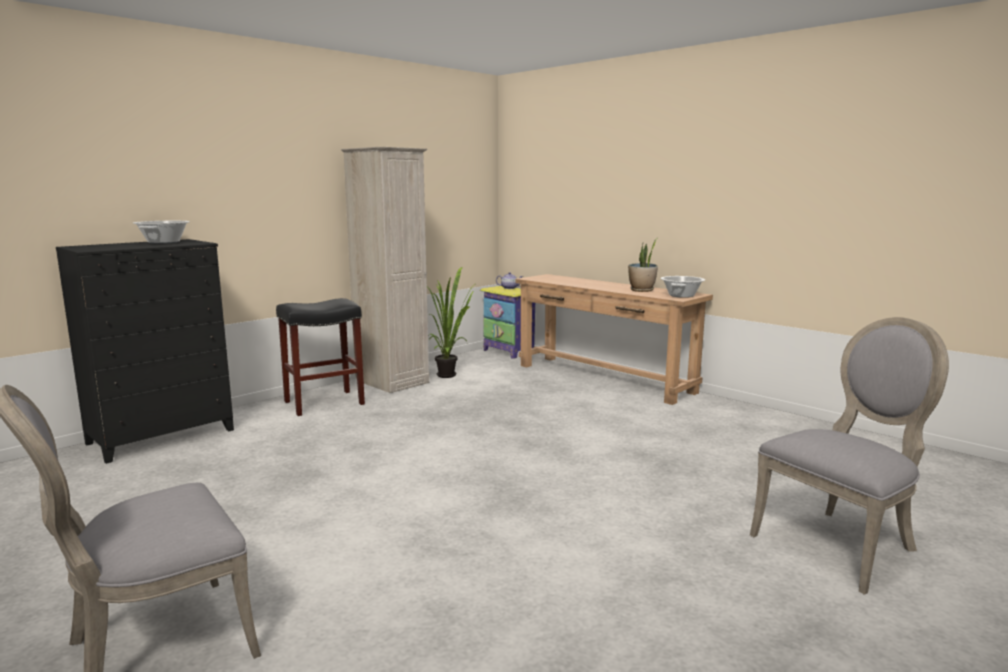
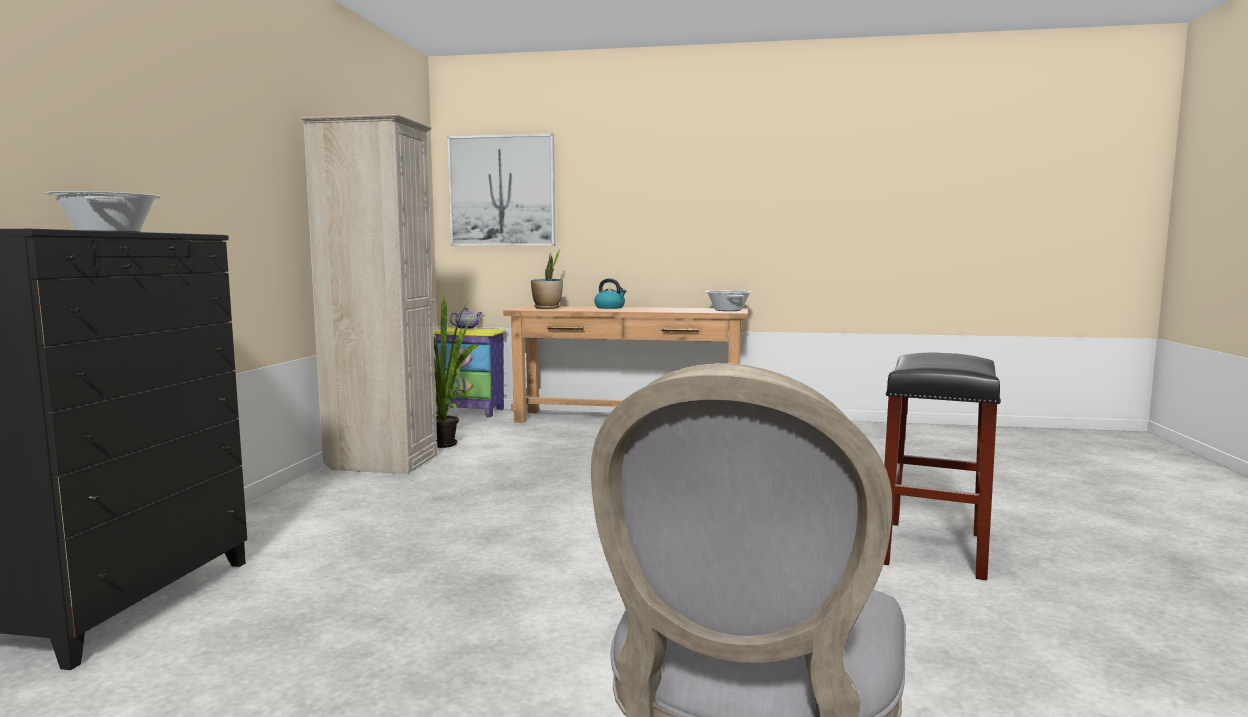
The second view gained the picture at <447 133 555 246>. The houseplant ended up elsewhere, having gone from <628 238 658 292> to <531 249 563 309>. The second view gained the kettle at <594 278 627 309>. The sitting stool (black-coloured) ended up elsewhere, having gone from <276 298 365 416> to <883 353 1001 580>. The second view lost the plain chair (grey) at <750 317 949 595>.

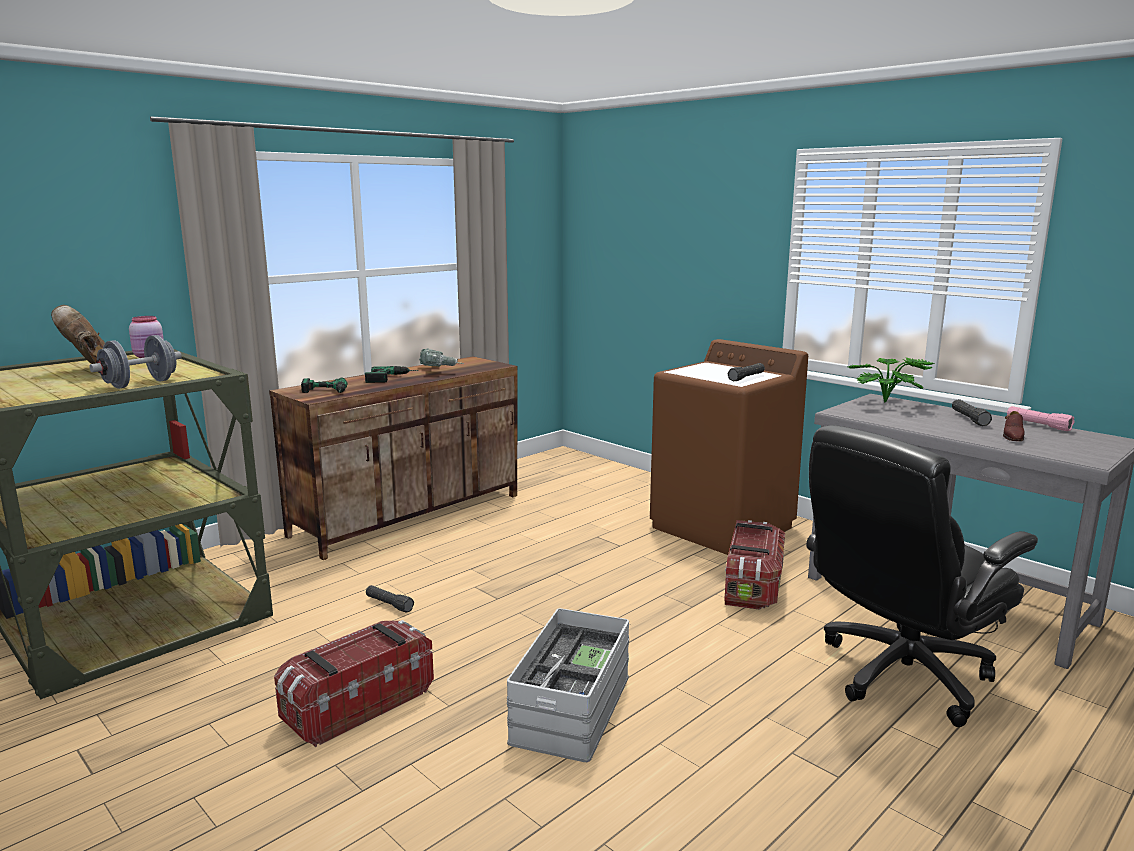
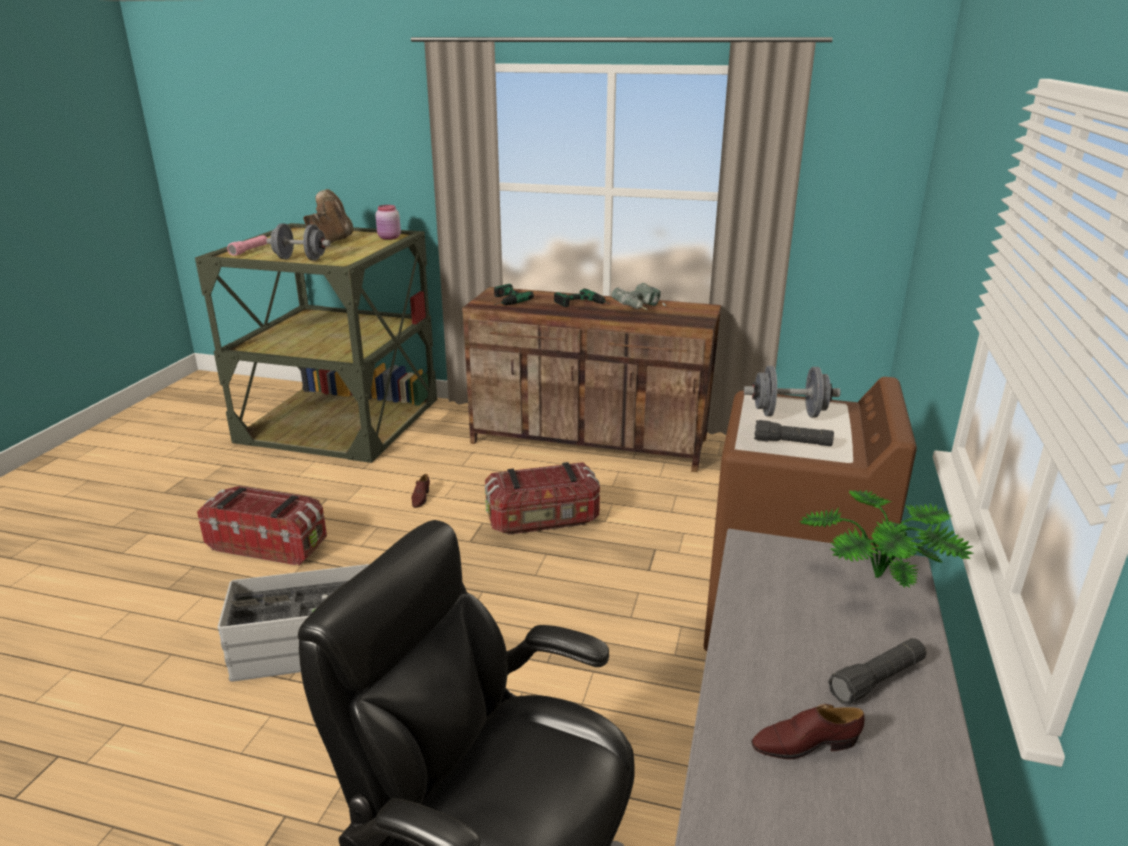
The hand torch (pink-coloured) ended up elsewhere, having gone from <1007 406 1075 431> to <227 235 267 256>. Where the hand torch (black-coloured) stood at <366 585 414 612>, the shoe (brownish) came to stand at <412 474 430 508>. The storage container ended up elsewhere, having gone from <724 520 785 610> to <485 462 600 535>. The second view gained the dumbbell (grey) at <744 366 841 417>.

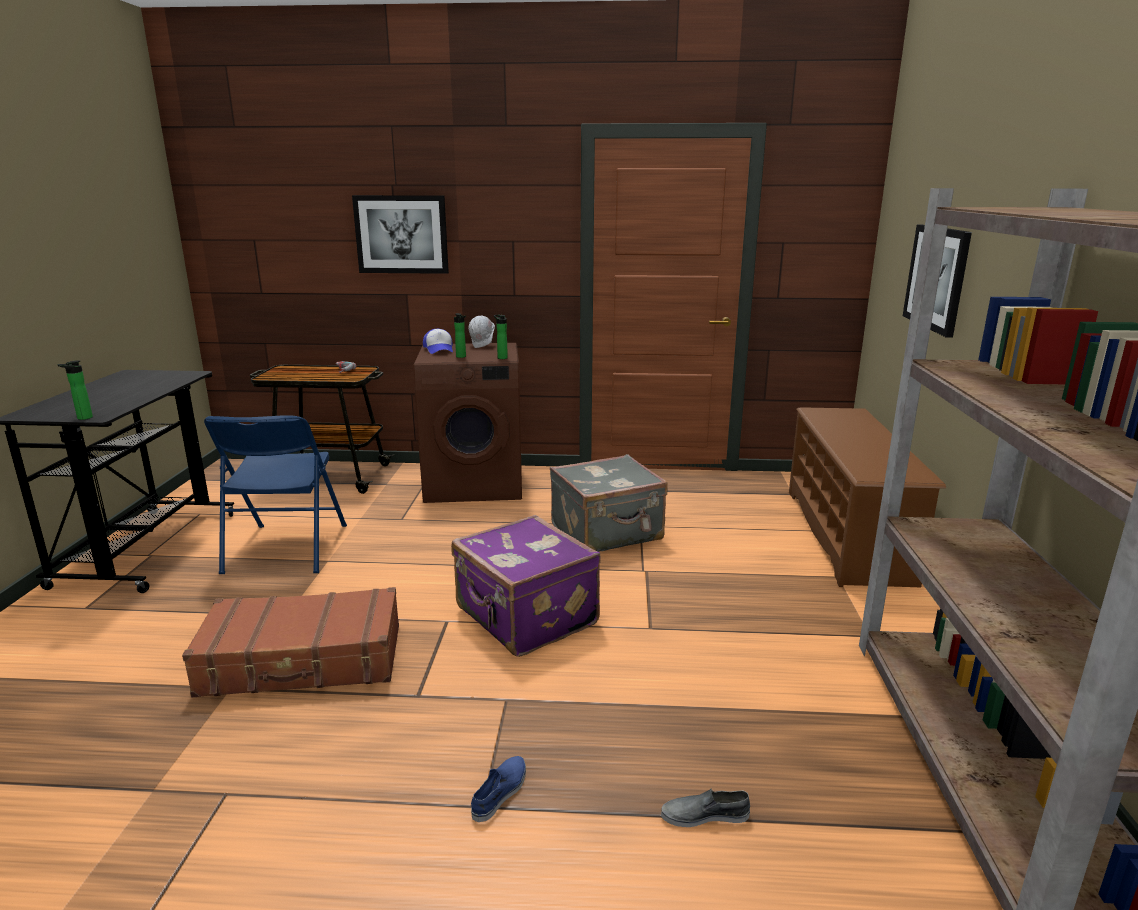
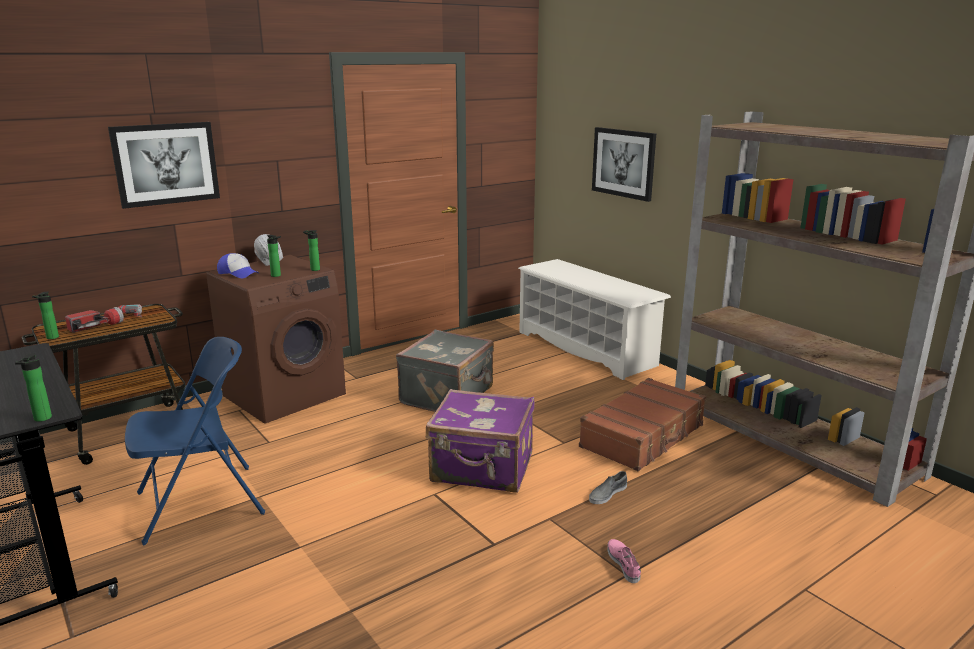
The second view gained the beverage bottle at <32 291 59 339>. The second view gained the hand torch at <65 307 124 333>. The plain chair (blue-coloured) at <204 415 347 574> ended up facing another way, 75 degrees counterclockwise from before. What was the shoe rack (brownish) at <789 407 946 587> turned into the shoe rack (whitish) at <518 259 671 380>. The suitcase (brownish) ended up elsewhere, having gone from <182 587 399 697> to <579 378 706 471>. The shoe (grey) ended up elsewhere, having gone from <661 789 750 827> to <589 471 627 504>. What was the shoe (blue-coloured) at <471 756 526 822> turned into the shoe (pink-coloured) at <607 539 641 583>.

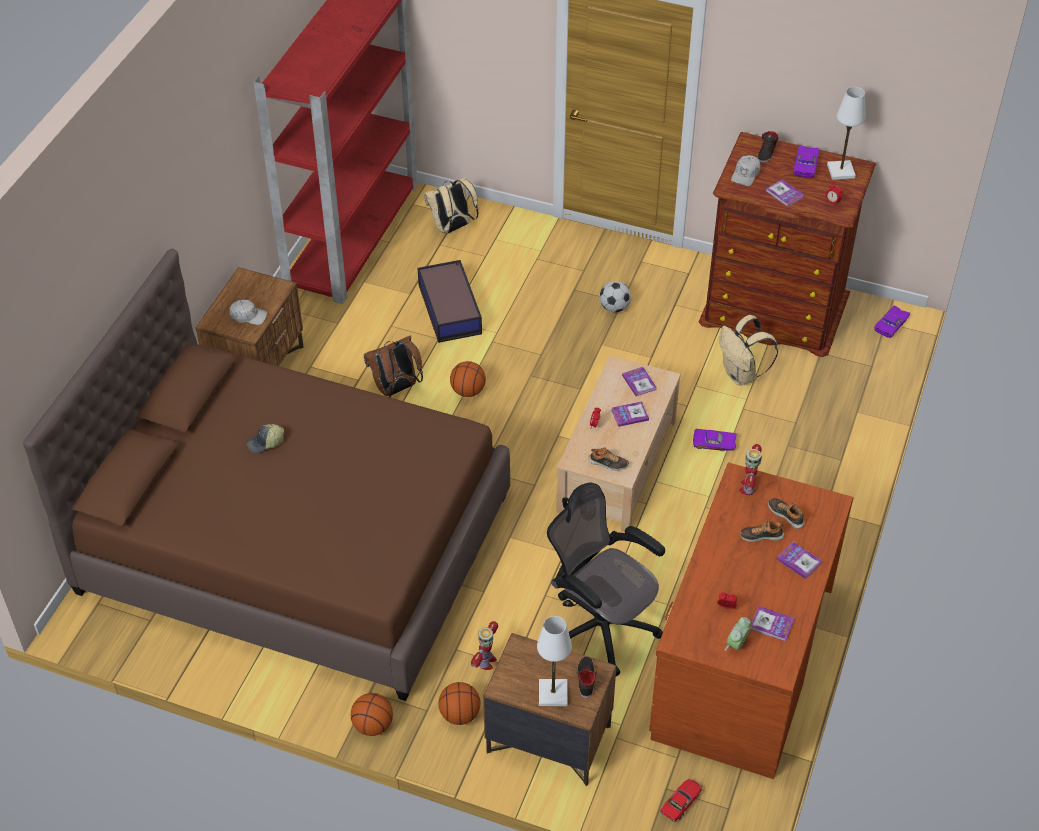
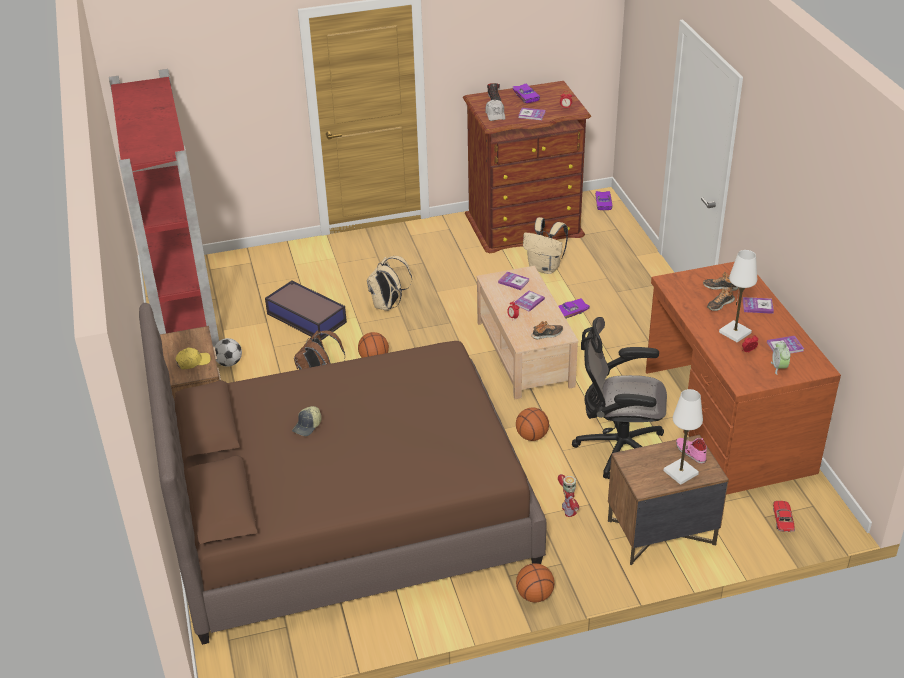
What was the peaked cap (whitish) at <229 300 267 325> turned into the peaked cap (yellowish) at <175 347 211 369>. The ball for football ended up elsewhere, having gone from <600 281 631 312> to <215 338 242 367>. The backpack (sand-coloured) ended up elsewhere, having gone from <424 177 479 234> to <367 256 412 311>. The basketball ball ended up elsewhere, having gone from <438 682 481 725> to <516 407 549 441>. What was the shoe (black-coloured) at <577 657 597 698> turned into the shoe (pink-coloured) at <676 438 707 464>. The table lamp (whitish) ended up elsewhere, having gone from <827 87 866 180> to <719 250 757 342>. The second view lost the toy robot at <739 444 762 495>.

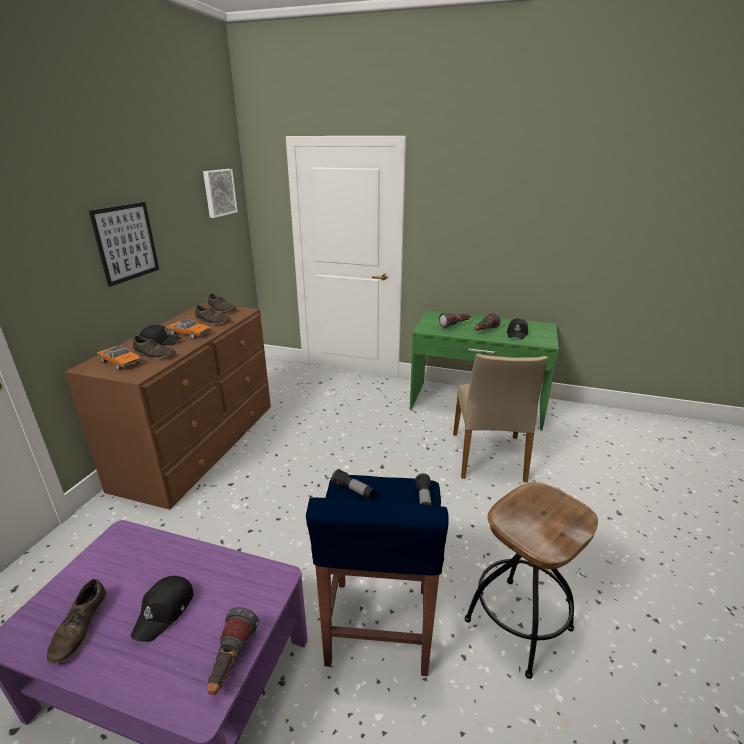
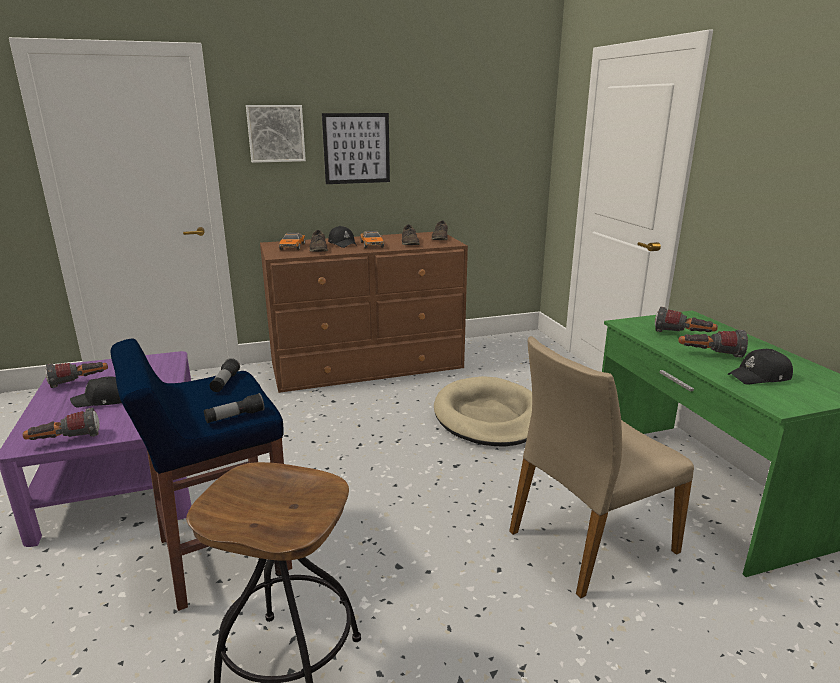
Where the shoe (brownish) stood at <46 579 107 664>, the hand torch came to stand at <45 362 108 388>. The picture ended up elsewhere, having gone from <203 169 238 218> to <246 105 306 163>. The second view gained the dog cushion (sand-coloured) at <434 376 532 446>.

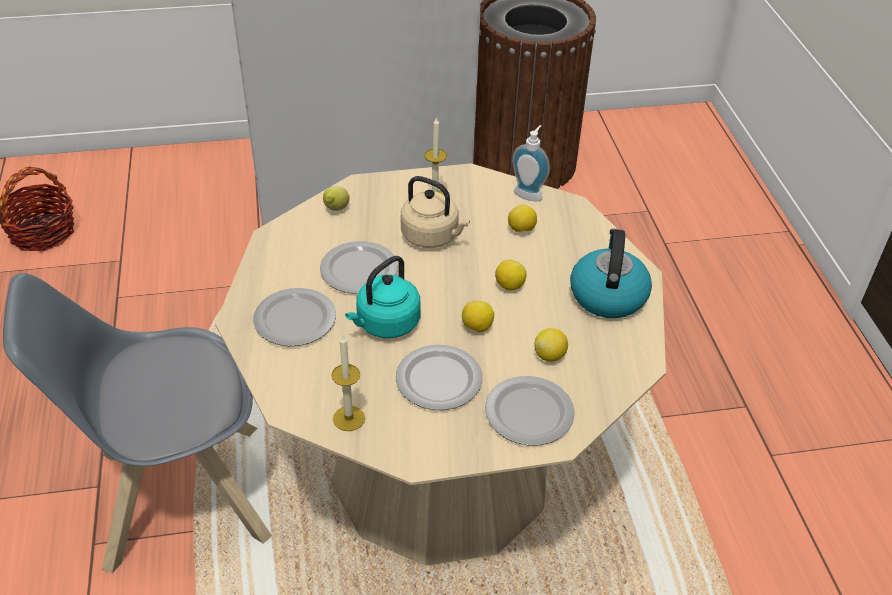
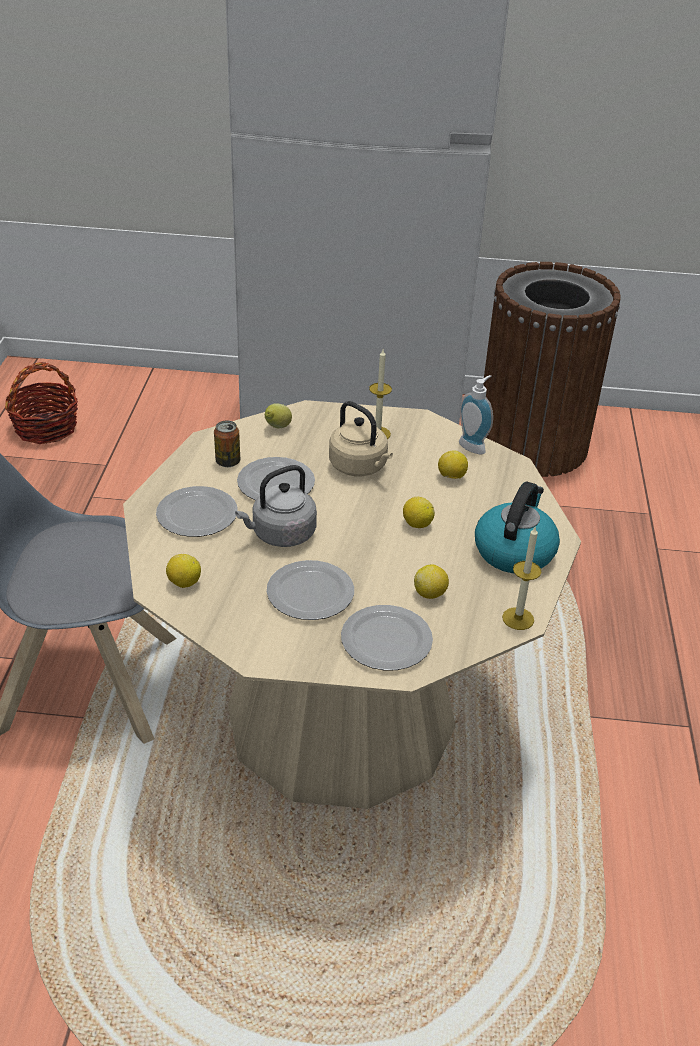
The citrus fruit ended up elsewhere, having gone from <462 301 494 332> to <166 554 201 588>. The second view gained the sealed can at <214 420 240 467>. What was the kettle (turquoise-coloured) at <345 256 420 338> turned into the kettle (grey) at <235 465 317 547>. The candle ended up elsewhere, having gone from <331 335 365 431> to <502 527 541 630>.

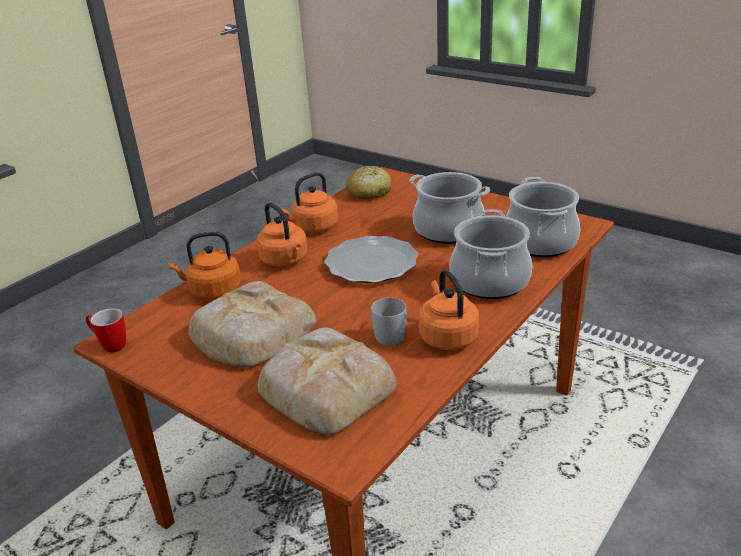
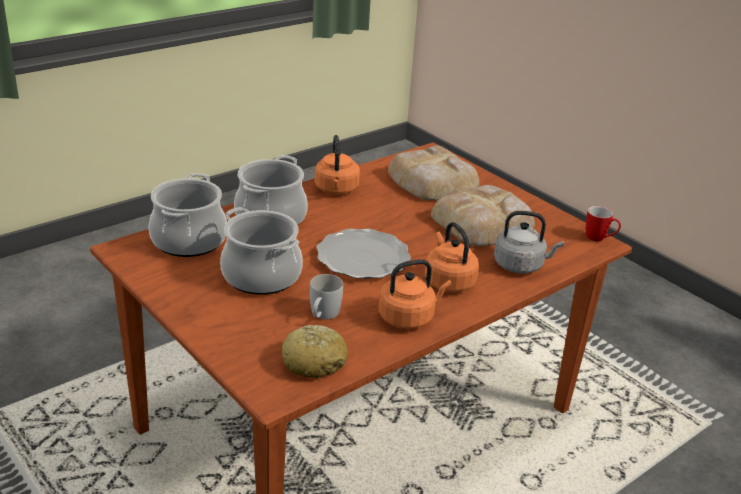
The coffee mug (whitish) ended up elsewhere, having gone from <371 297 407 345> to <310 274 343 319>. What was the kettle (orange-coloured) at <168 231 241 300> turned into the kettle (grey) at <494 211 564 274>.

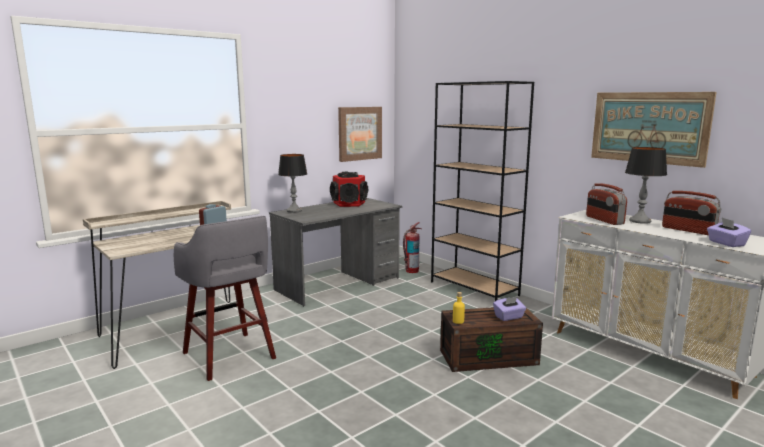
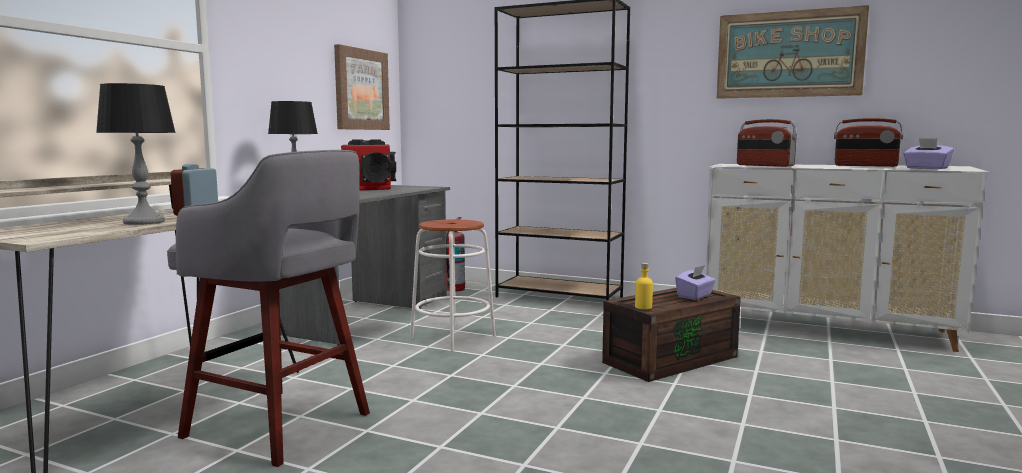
The table lamp ended up elsewhere, having gone from <625 147 667 224> to <96 83 176 225>. The second view gained the sitting stool (whitish) at <410 220 496 351>.

